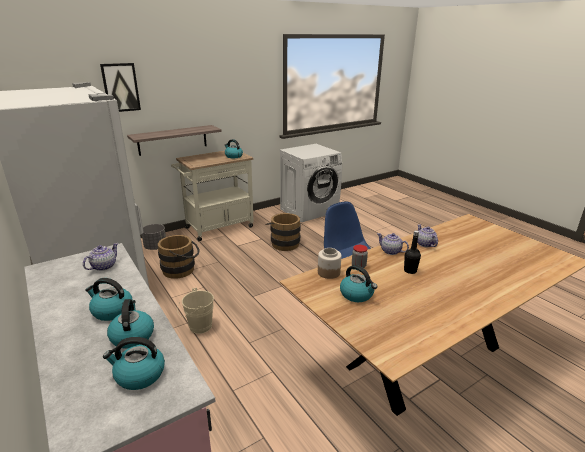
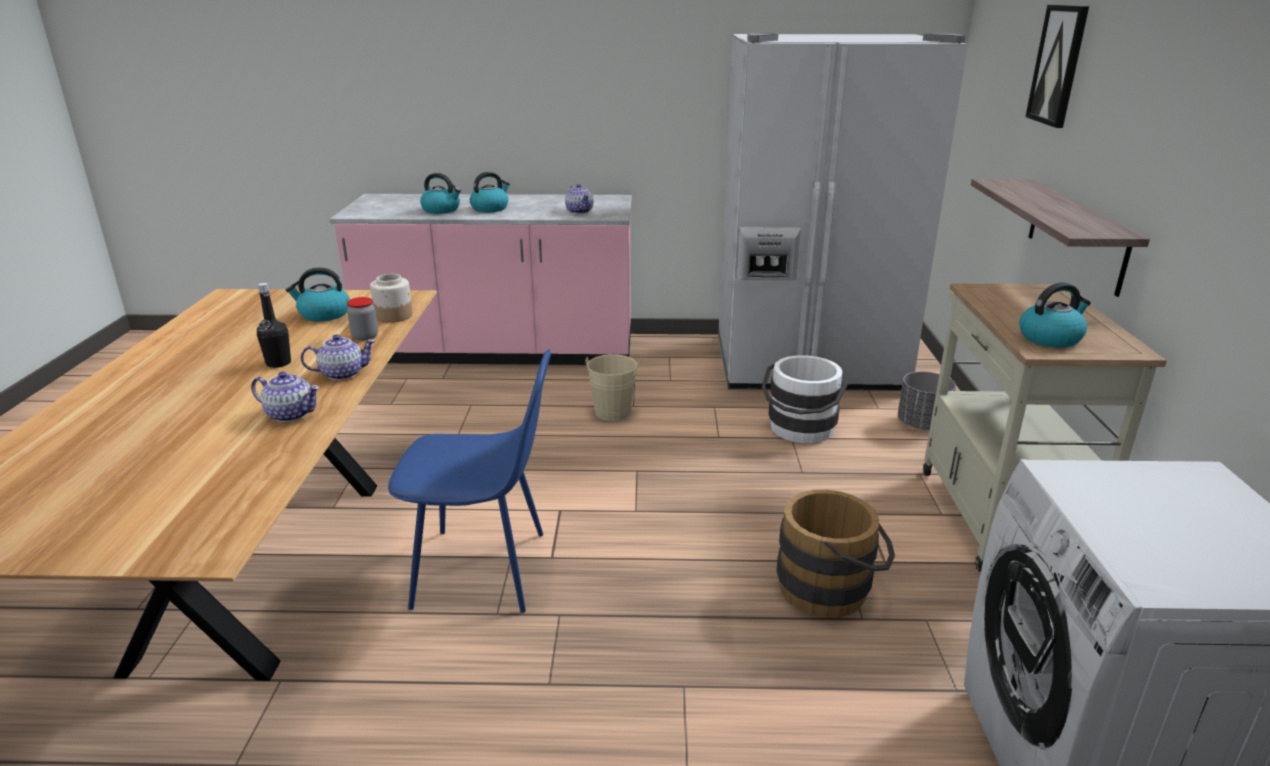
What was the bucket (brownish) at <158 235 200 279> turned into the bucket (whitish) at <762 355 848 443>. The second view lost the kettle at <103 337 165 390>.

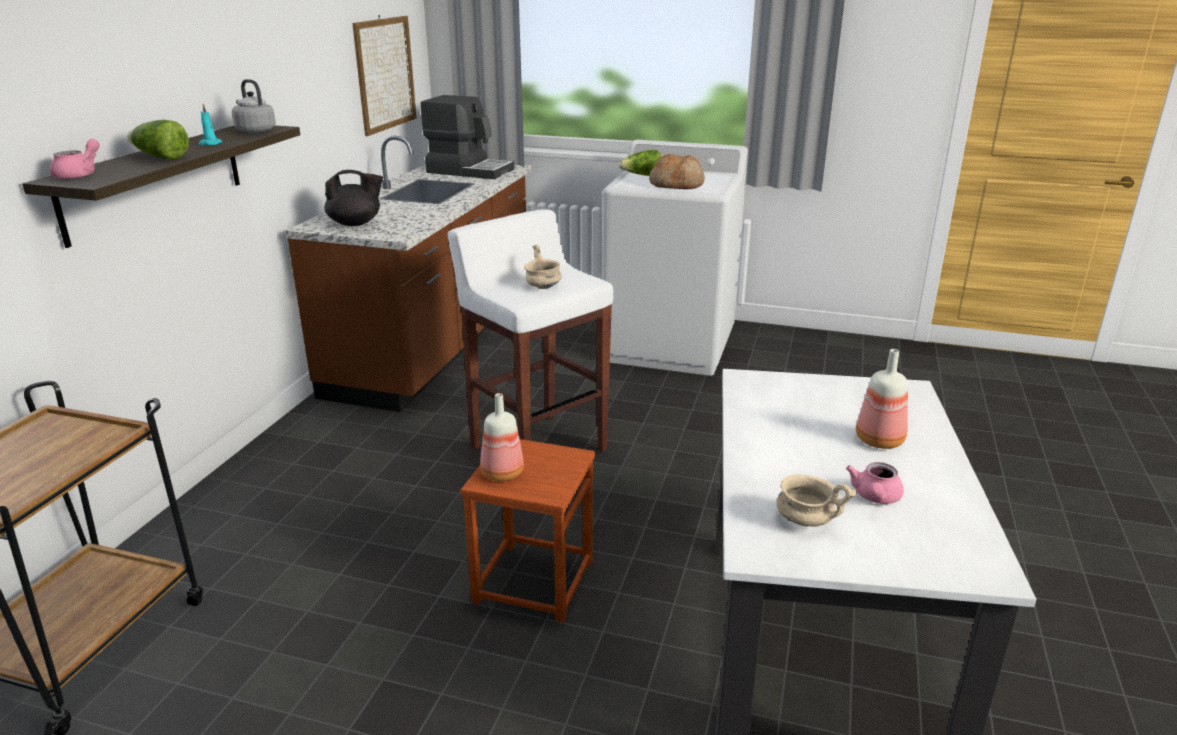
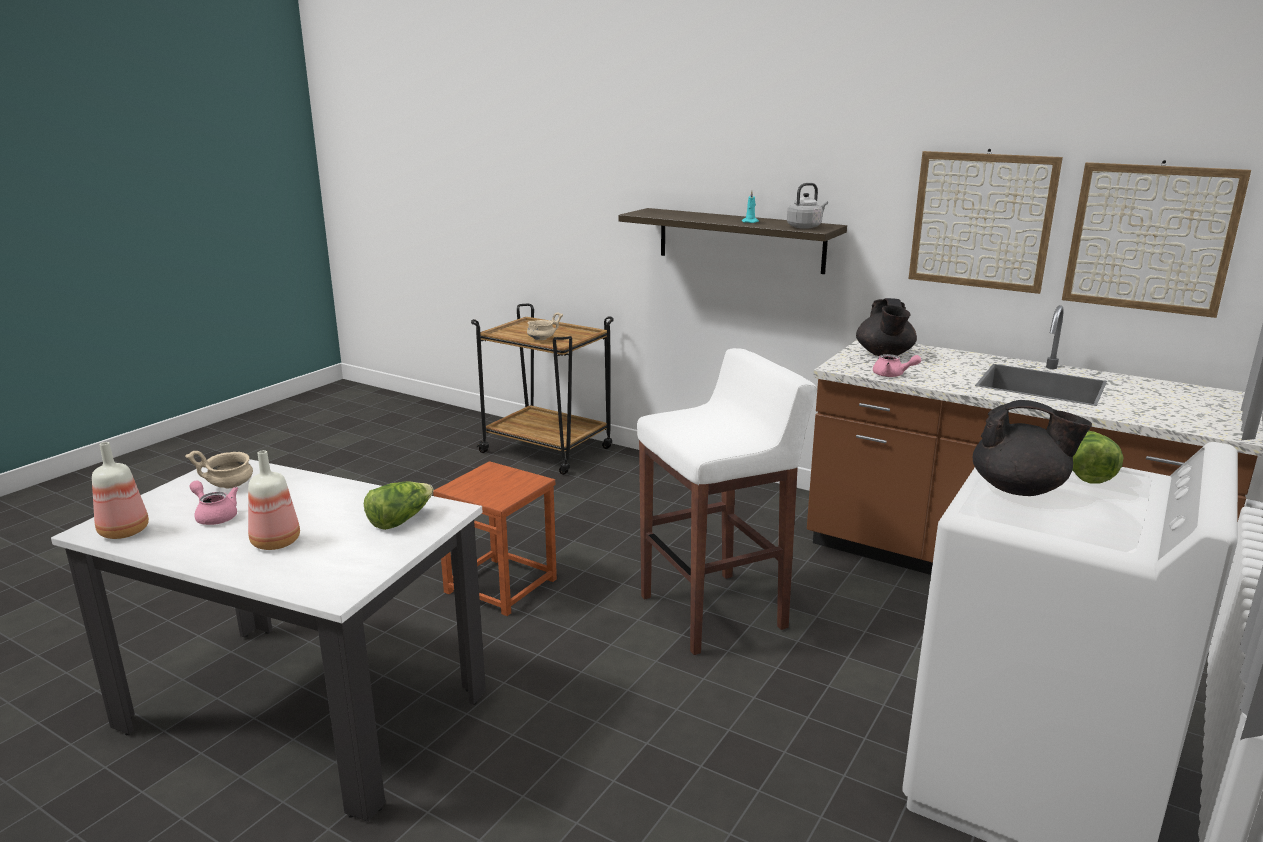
The beverage bottle ended up elsewhere, having gone from <480 393 524 481> to <92 442 149 539>. The lettuce ended up elsewhere, having gone from <127 120 189 160> to <364 481 434 530>. The deep dish (sand-coloured) ended up elsewhere, having gone from <524 245 562 289> to <527 312 563 340>. The pot for tea (pink-coloured) ended up elsewhere, having gone from <50 139 100 179> to <873 354 921 377>. The second view gained the picture at <909 149 1063 294>. Where the baked bread stood at <649 154 704 189>, the pot for tea (black-coloured) came to stand at <973 400 1092 496>. The second view lost the coffee maker at <420 95 514 179>.

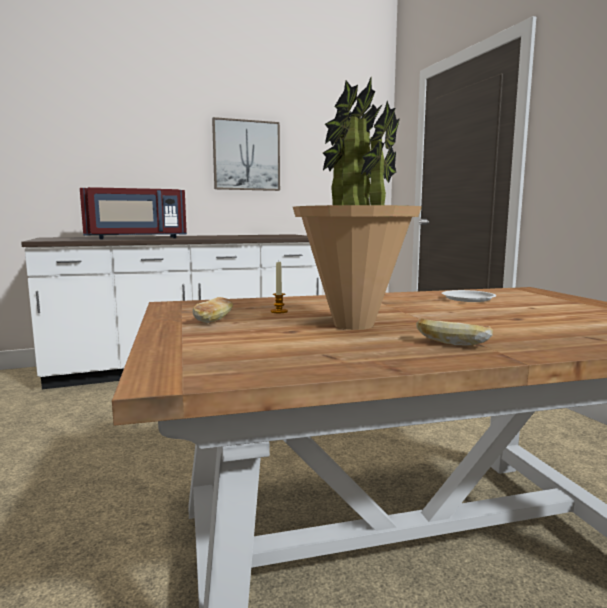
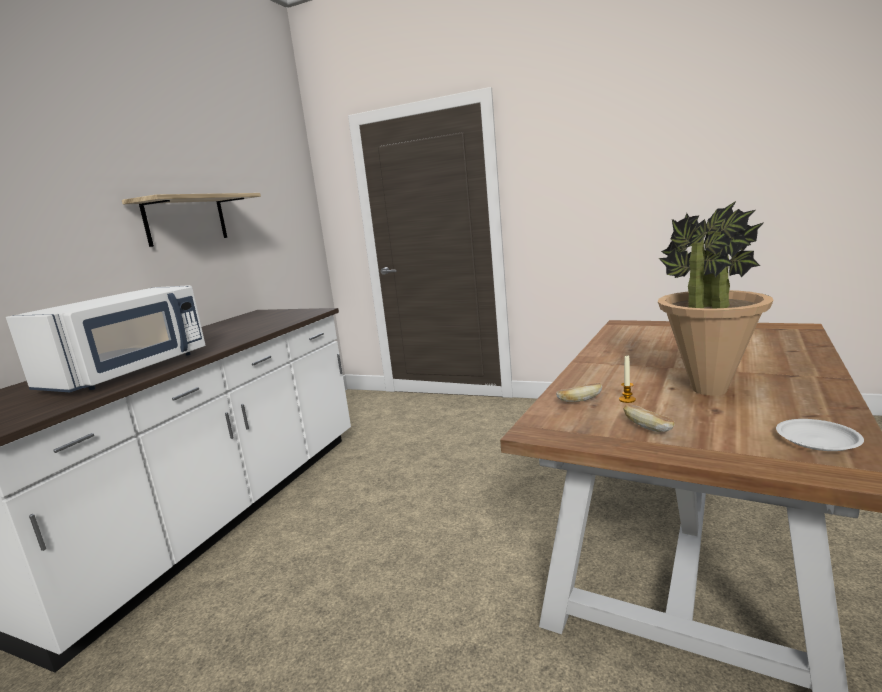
What was the microwave (red-coloured) at <80 187 187 239> turned into the microwave (whitish) at <6 285 206 392>. Where the picture hung at <212 117 280 191>, the wall shelf came to hang at <122 193 261 247>. The baked bread ended up elsewhere, having gone from <416 319 493 346> to <556 383 602 402>. The flat dish (whitish) ended up elsewhere, having gone from <442 290 496 302> to <776 419 864 451>.

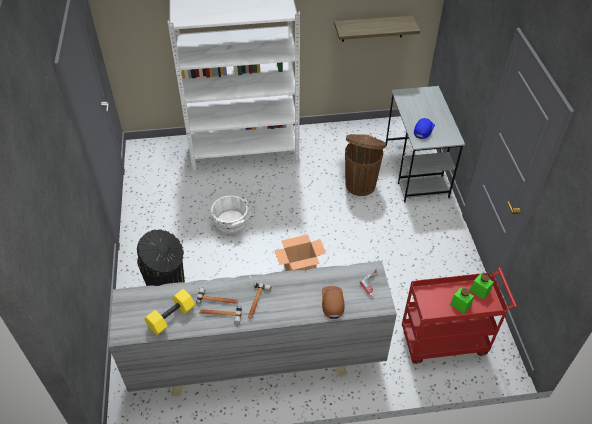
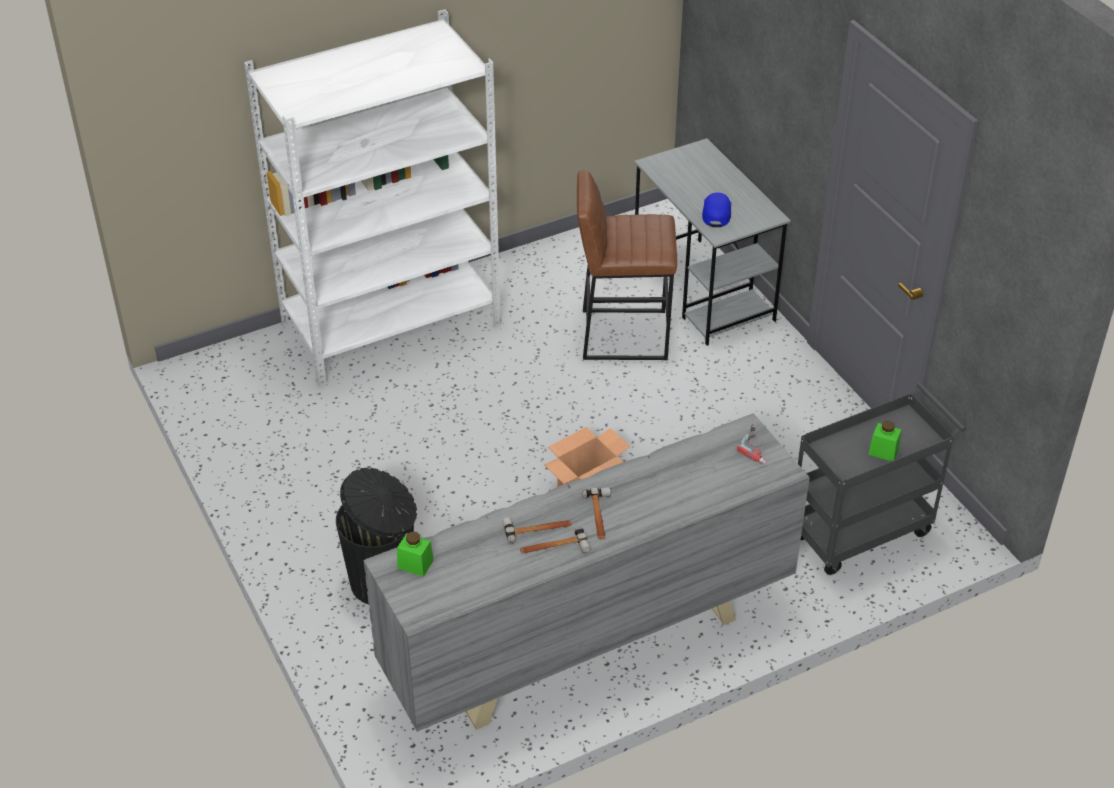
The jar (greenish) ended up elsewhere, having gone from <470 274 493 300> to <397 532 434 577>. Where the waste bin (brownish) stood at <345 134 386 196>, the sitting stool (brownish) came to stand at <577 170 677 360>. What was the wheeled cart (red-coloured) at <402 267 517 364> turned into the wheeled cart (grey) at <798 382 966 575>. The second view lost the dumbbell (yellowish) at <144 289 195 336>. The second view lost the bucket (whitish) at <211 195 251 234>. The second view lost the peaked cap (brownish) at <322 286 345 319>. The second view lost the wall shelf at <334 16 420 42>.

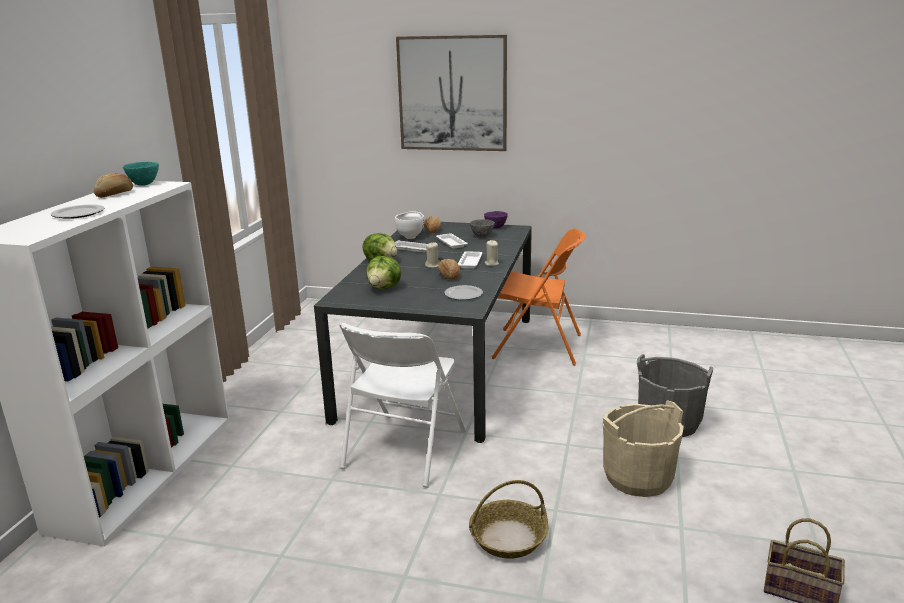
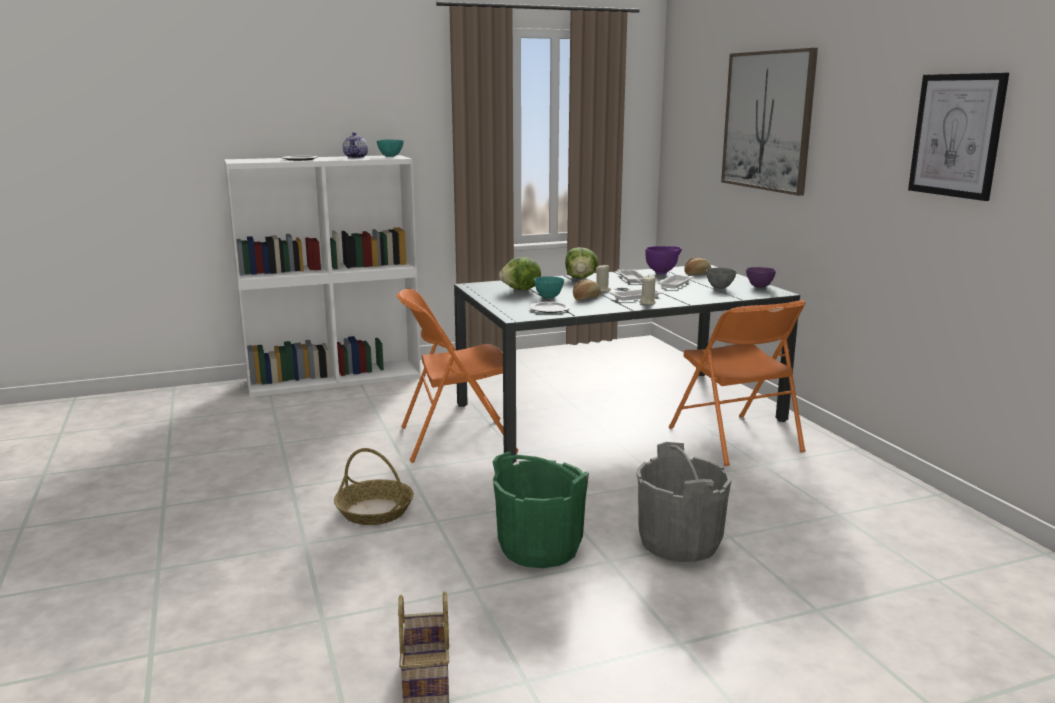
Where the baked bread stood at <94 173 133 198>, the pot for tea came to stand at <343 132 368 158>. What was the plain chair (whitish) at <340 323 466 488> turned into the plain chair (orange-coloured) at <397 289 518 463>. What was the bucket (sand-coloured) at <603 400 684 497> turned into the bucket (greenish) at <492 452 589 568>. The second view gained the deep dish (turquoise-coloured) at <534 276 564 298>. What was the deep dish (whitish) at <395 212 424 239> turned into the deep dish (purple-coloured) at <645 246 682 274>. The second view gained the picture at <908 73 1009 201>.

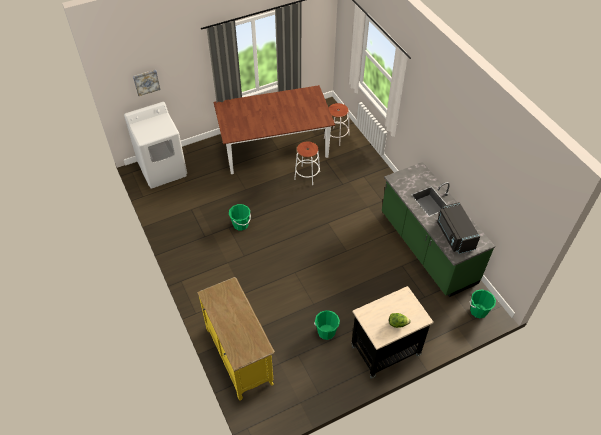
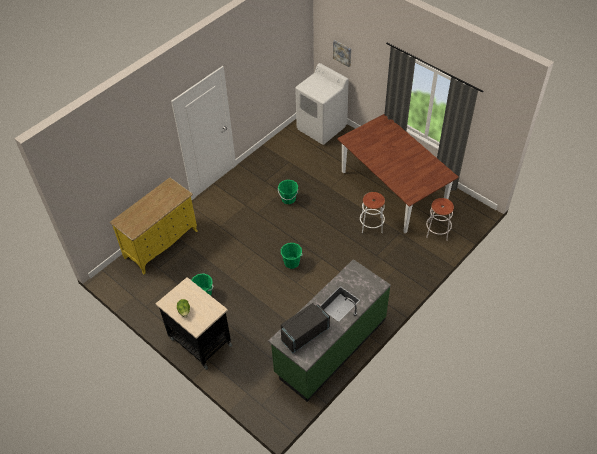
The bucket (greenish) ended up elsewhere, having gone from <470 289 496 318> to <281 243 303 269>.

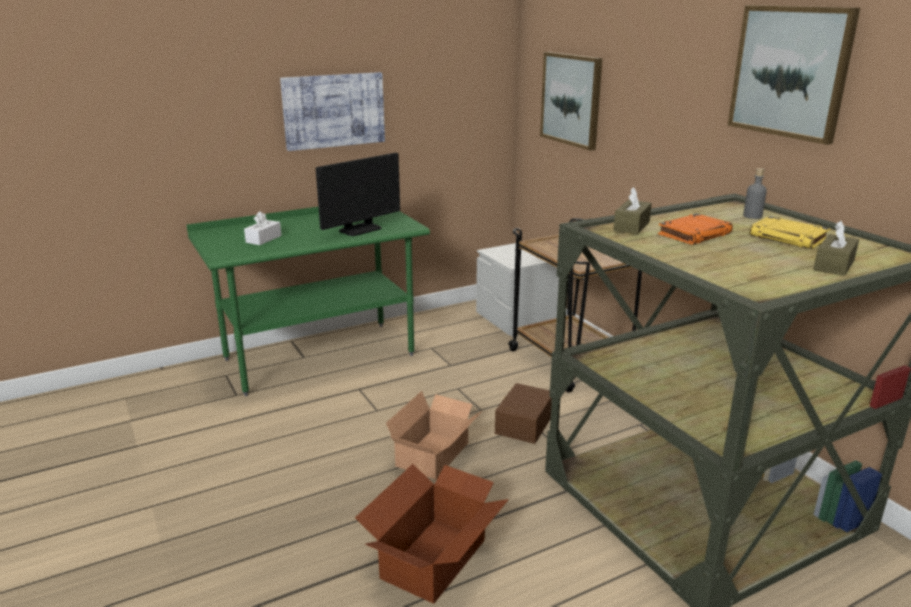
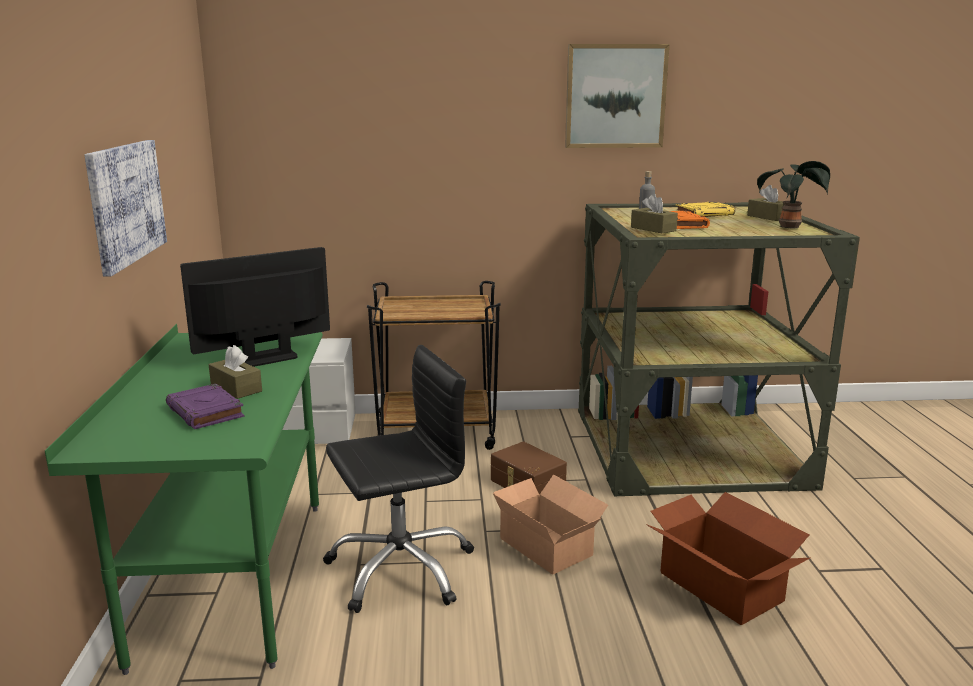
Where the box of tissues (whitish) stood at <244 211 282 245>, the book (purple-coloured) came to stand at <166 384 245 429>. The computer screen at <316 153 400 236> ended up facing another way, 105 degrees counterclockwise from before. The second view gained the box of tissues (brownish) at <209 345 262 399>. The second view gained the office chair (black-coloured) at <323 345 474 613>. The second view gained the houseplant at <757 161 830 228>. The second view lost the picture at <540 52 603 151>.

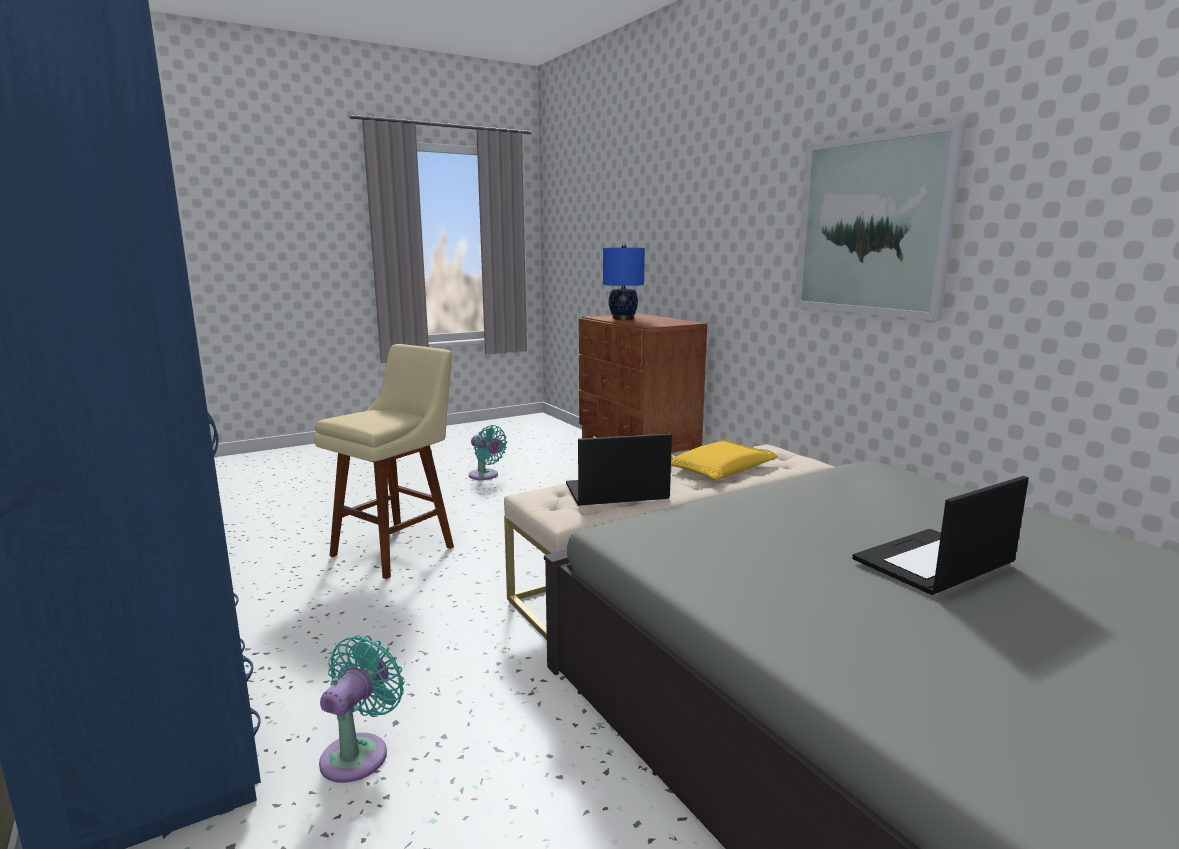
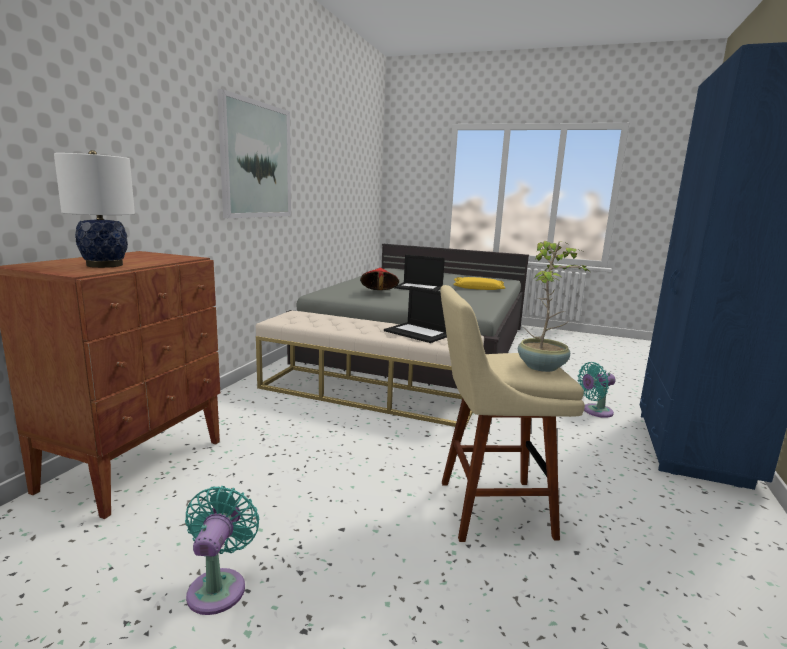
What was the table lamp (blue-coloured) at <603 244 645 320> turned into the table lamp (whitish) at <54 150 135 268>. The second view gained the wearable hat (red-coloured) at <360 268 399 290>. The cushion (yellowish) ended up elsewhere, having gone from <671 438 778 481> to <453 277 505 290>. The second view gained the houseplant at <518 241 589 372>.

